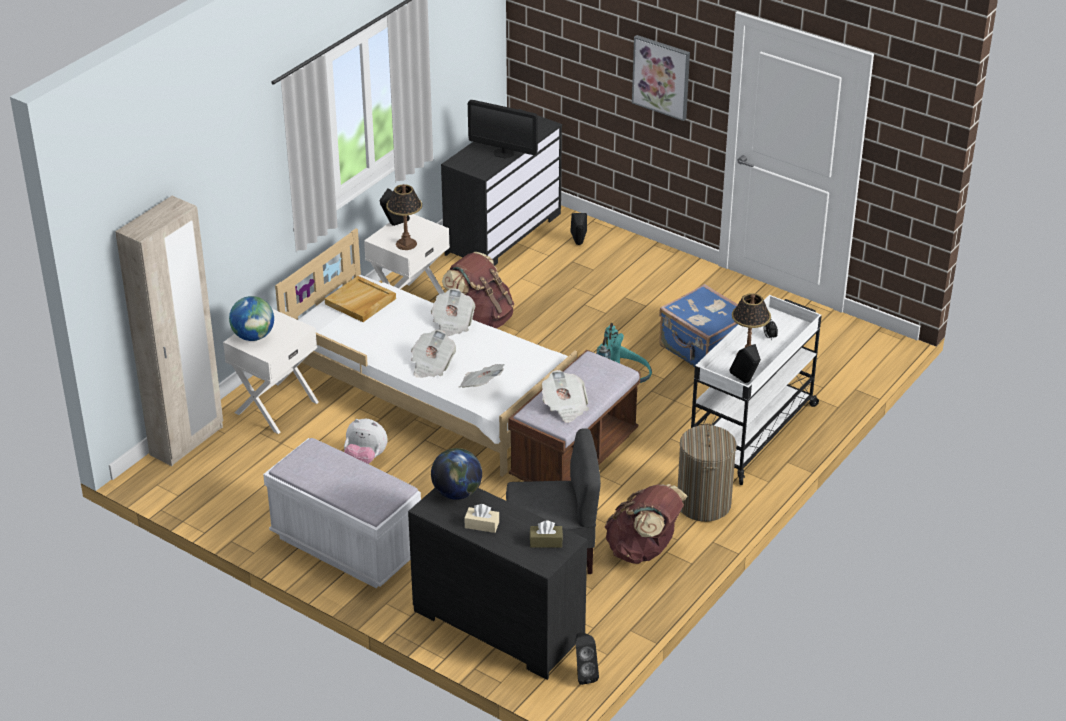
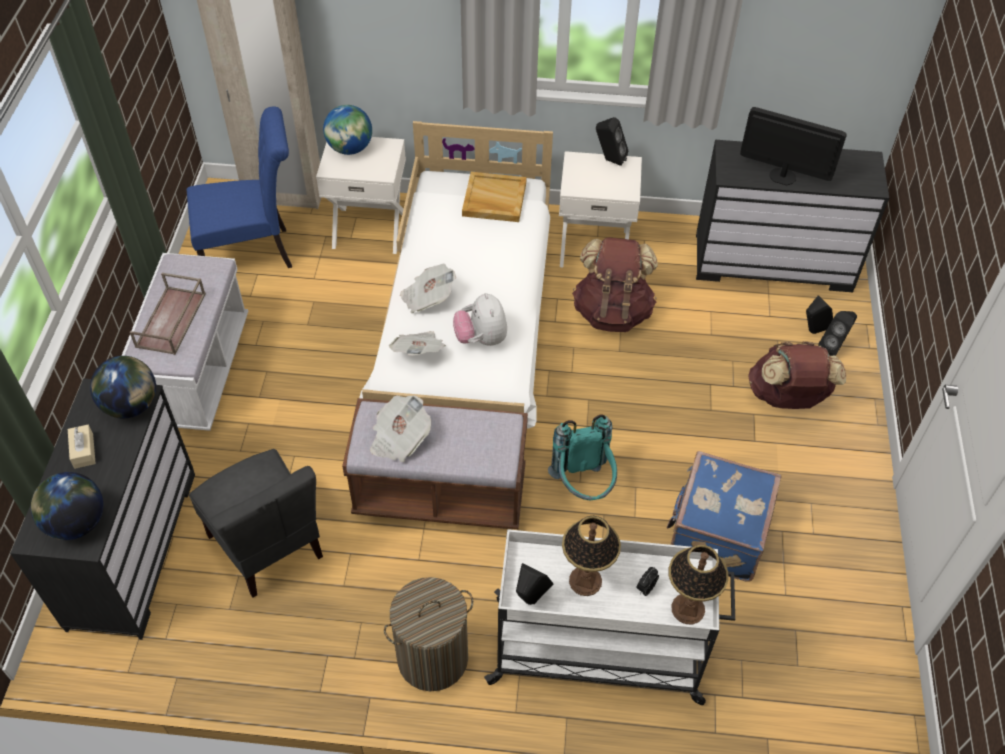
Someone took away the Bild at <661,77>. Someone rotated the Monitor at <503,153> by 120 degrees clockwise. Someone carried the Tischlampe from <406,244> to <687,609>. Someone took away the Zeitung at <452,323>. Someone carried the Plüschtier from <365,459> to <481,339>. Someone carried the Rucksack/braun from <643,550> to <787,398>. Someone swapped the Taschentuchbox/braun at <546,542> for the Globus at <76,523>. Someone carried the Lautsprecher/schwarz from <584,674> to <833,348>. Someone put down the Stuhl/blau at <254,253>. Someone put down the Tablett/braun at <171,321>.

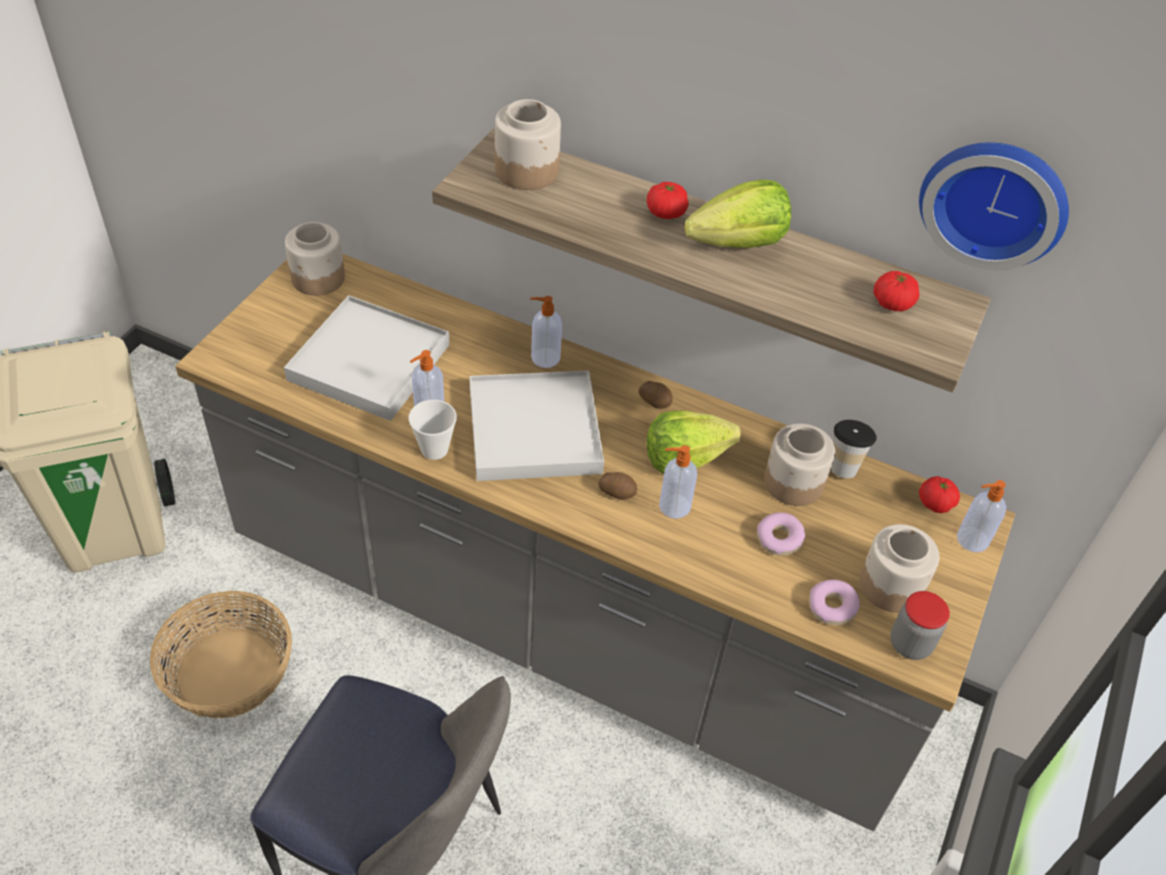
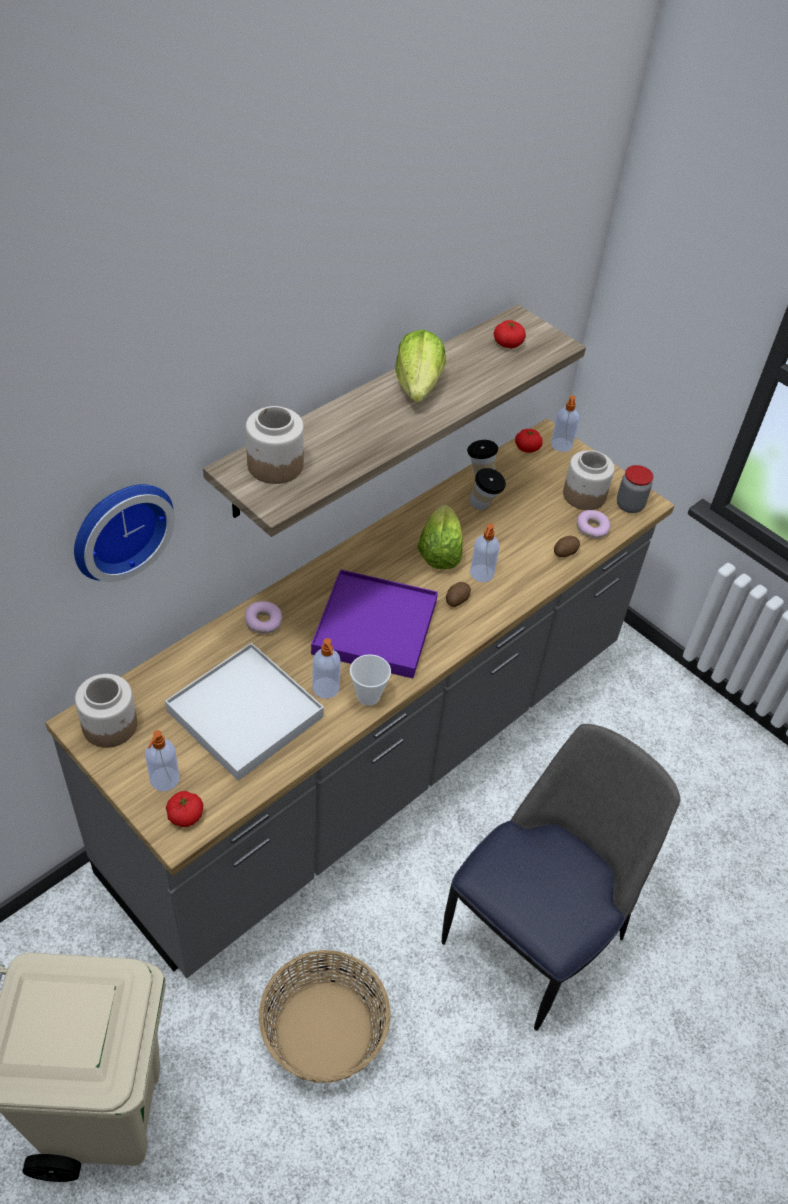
Someone carried the Wanduhr from <995,200> to <118,527>. Someone carried the Tomate from <666,213> to <185,815>. Someone carried the Seifenspender from <544,358> to <164,780>. Someone repainted the Tablett/weiß at <534,430>, which became the Tablett/lila at <374,627>. Someone carried the Kartoffel from <655,401> to <564,552>. Someone swapped the Vorratsglas at <793,483> for the Tasse at <484,506>. Someone carried the Donut from <779,539> to <263,622>.

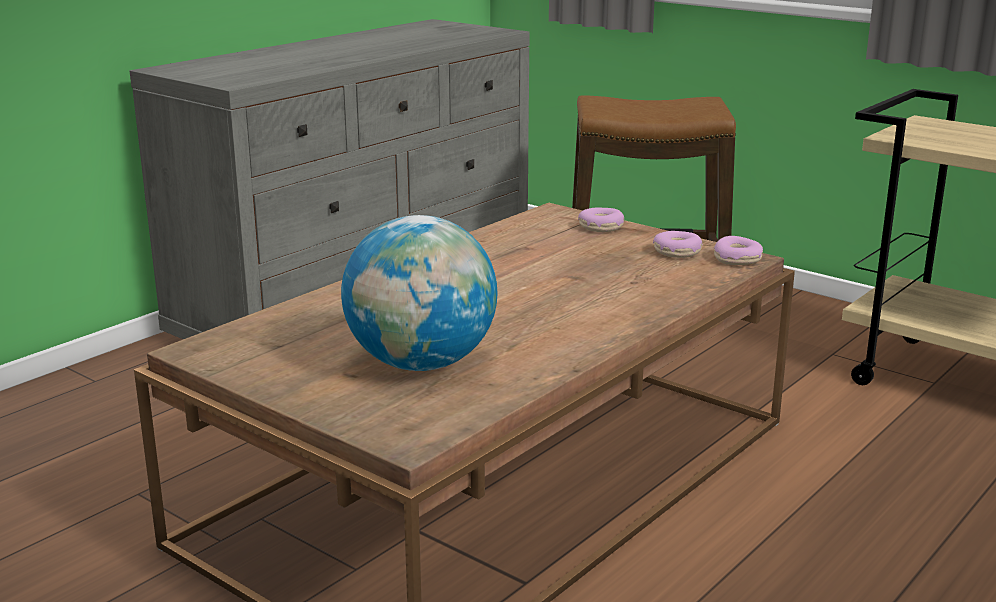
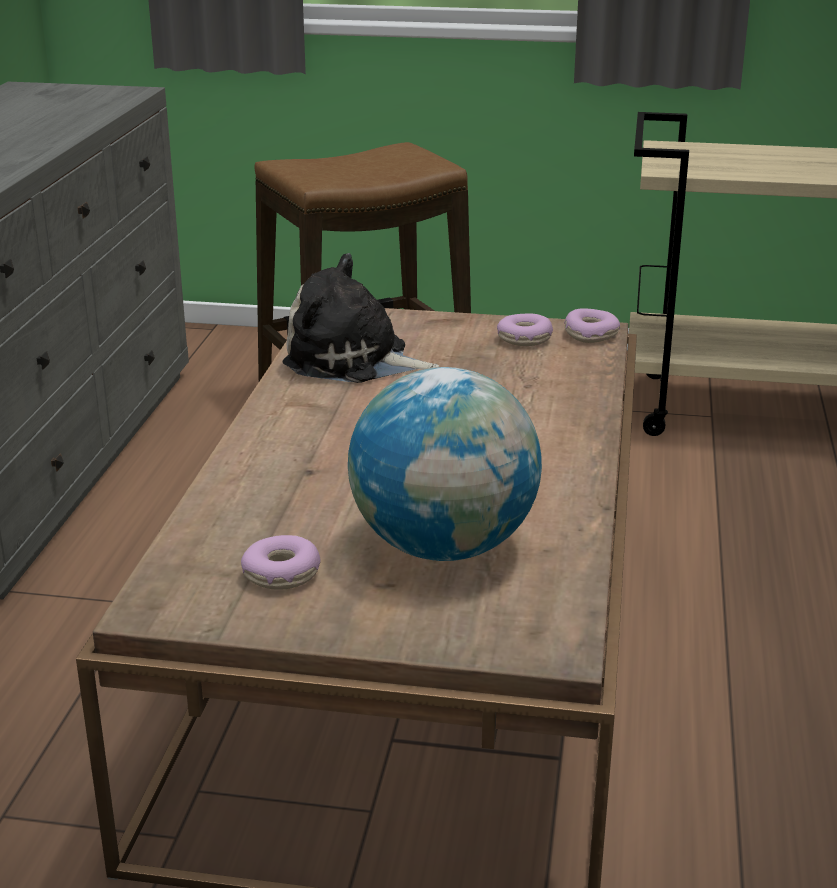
Someone carried the Donut from <601,227> to <282,574>. Someone put down the Plüschtier at <353,360>.

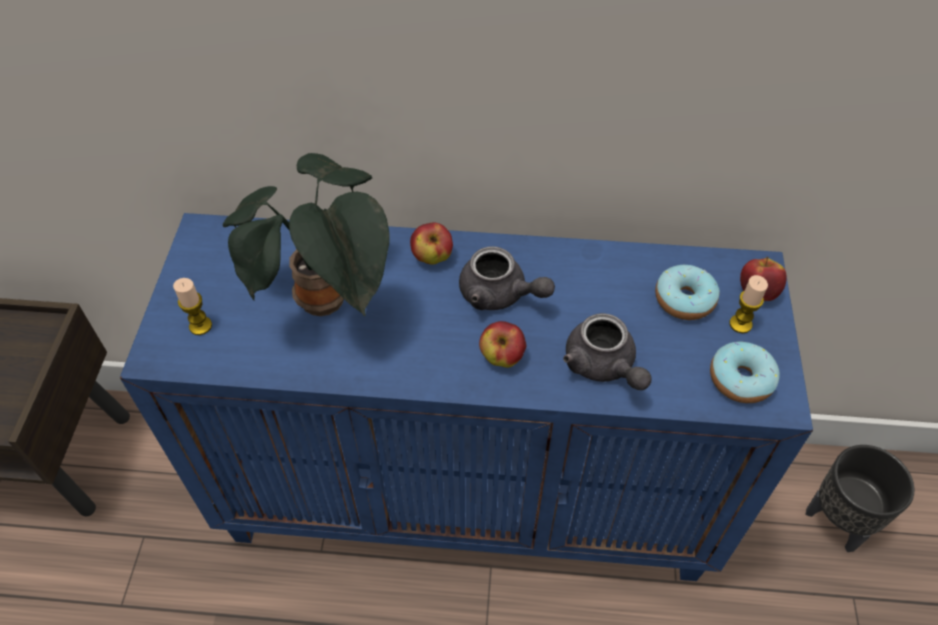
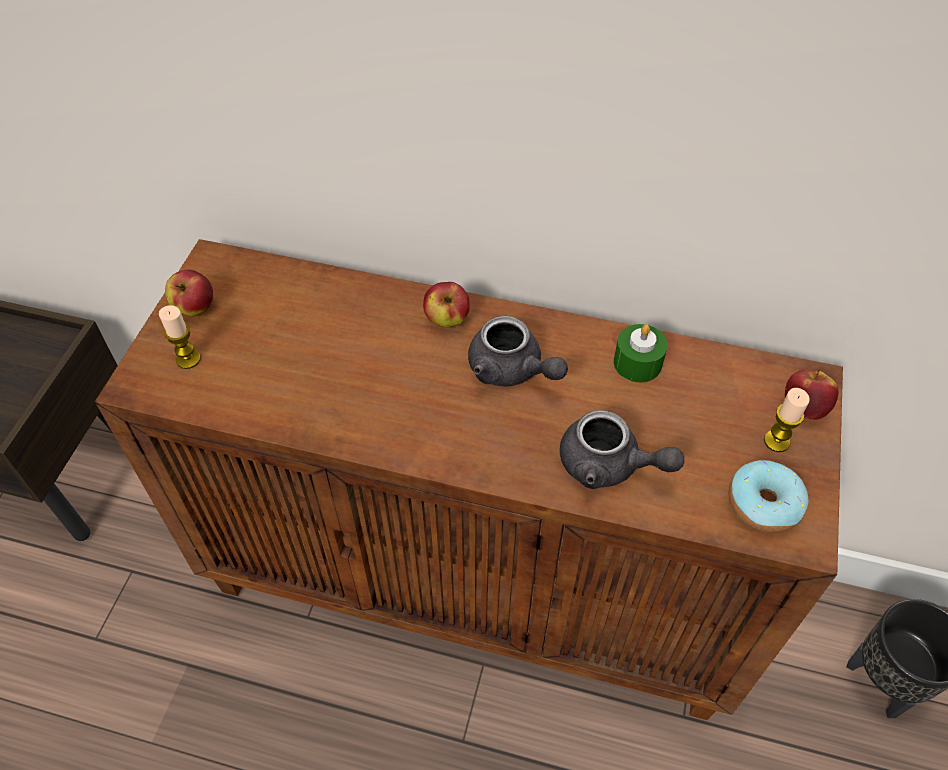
Someone took away the Topfpflanze at <326,304>. Someone repainted the Schrank/blau at <472,494>, which became the Schrank/braun at <478,582>. Someone took away the Donut at <684,300>. Someone rotated the Teekanne/grau at <603,366> by 45 degrees counterclockwise. Someone carried the Apfel from <502,357> to <195,308>. Someone put down the Kerze/grün at <637,363>.

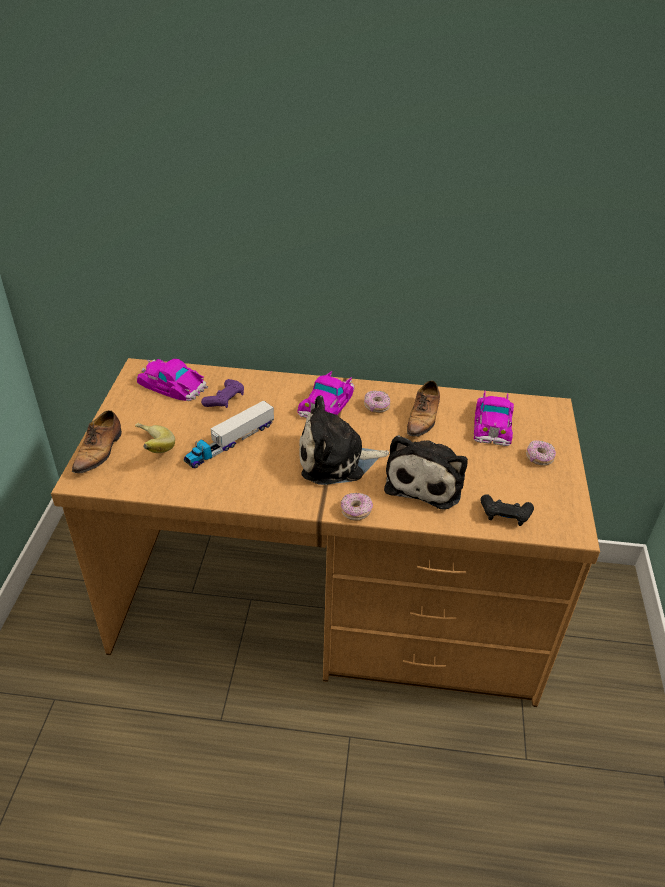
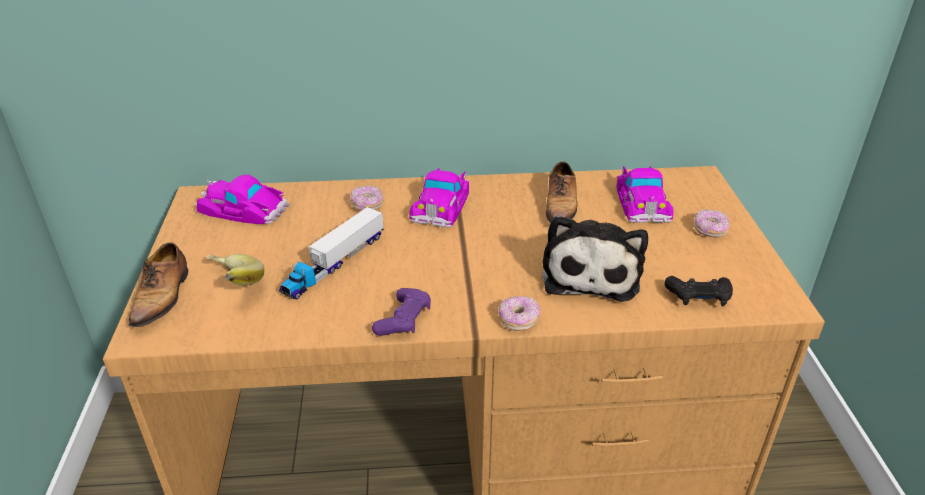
Someone carried the Gamepad/lila from <225,399> to <404,320>. Someone carried the Donut from <376,406> to <367,205>. Someone took away the Plüschtier at <336,460>.

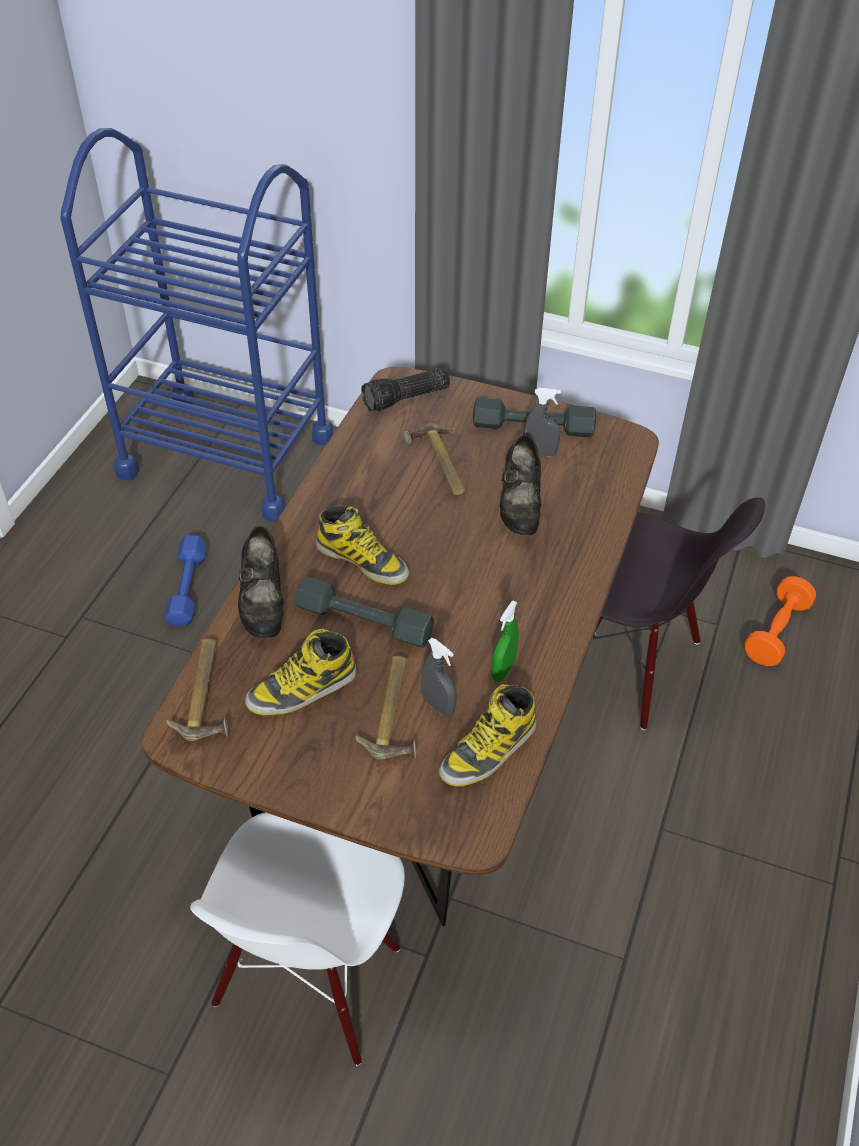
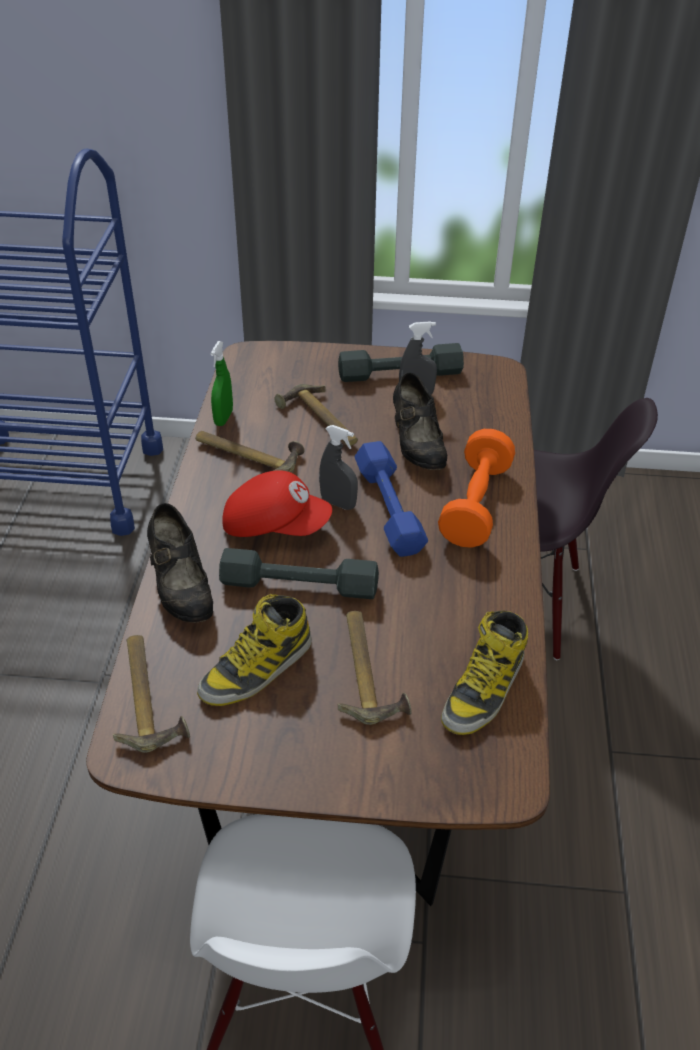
Someone took away the Taschenlampe at <406,399>. Someone swapped the Stiefel at <363,560> for the Kappe/rot at <275,525>. Someone carried the Hantel/blau from <187,587> to <389,508>. Someone carried the Hantel/orange from <776,632> to <475,505>. Someone carried the Sprühflasche/grün from <503,669> to <223,418>. Someone carried the Sprühflasche/grau from <438,705> to <338,503>. Someone put down the Hammer at <248,455>.

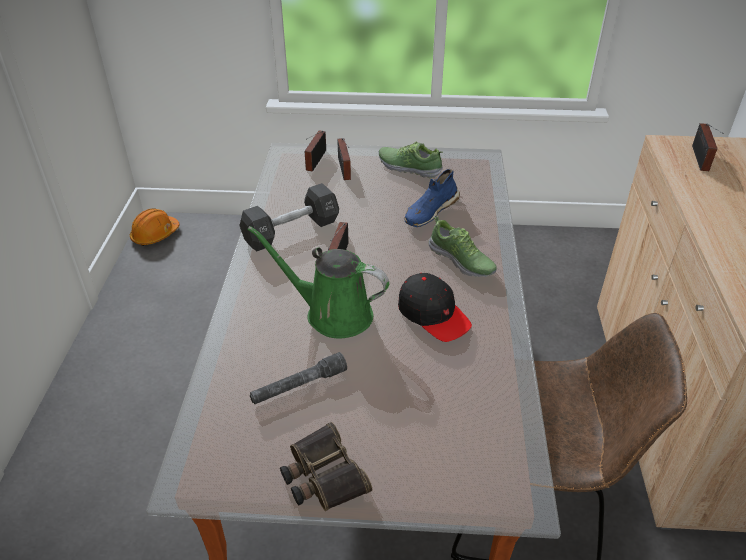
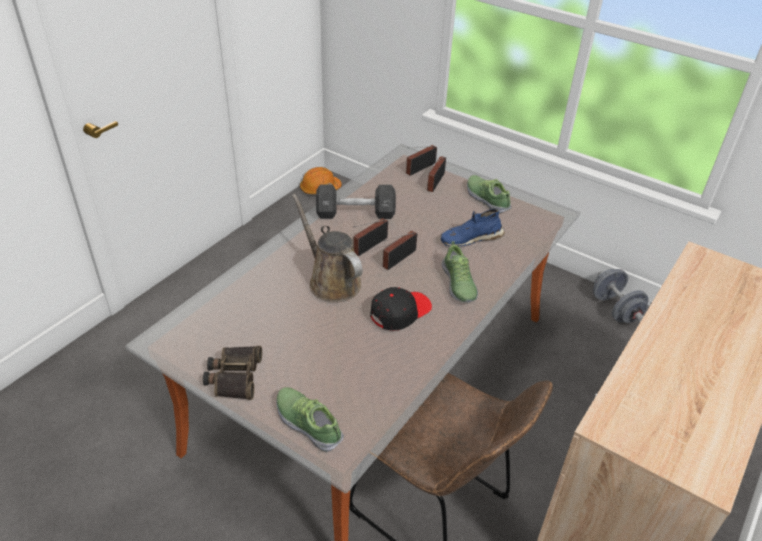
Someone carried the Radio from <700,159> to <397,259>. Someone repainted the Gießkanne/grün at <332,313>, which became the Gießkanne/braun at <331,281>. Someone rotated the Kappe/schwarz at <433,314> by 120 degrees counterclockwise. Someone took away the Taschenlampe/grau at <299,386>. Someone put down the Hantel/grau at <615,309>. Someone put down the Schuh at <308,423>.

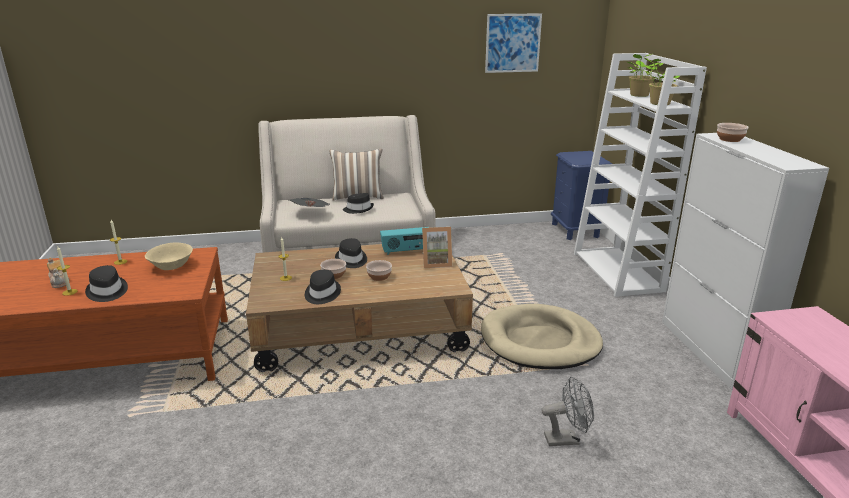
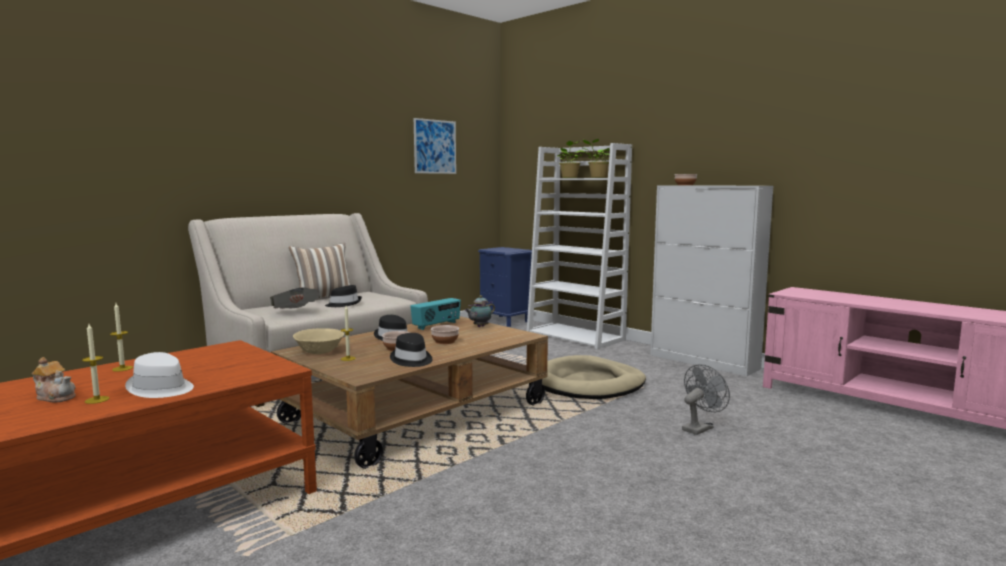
Someone swapped the Bilderrahmen at <436,263> for the Teekanne at <479,327>. Someone carried the Schüssel/beige from <171,266> to <318,351>. Someone repainted the Hut/schwarz at <107,291>, which became the Hut/weiß at <161,389>.

